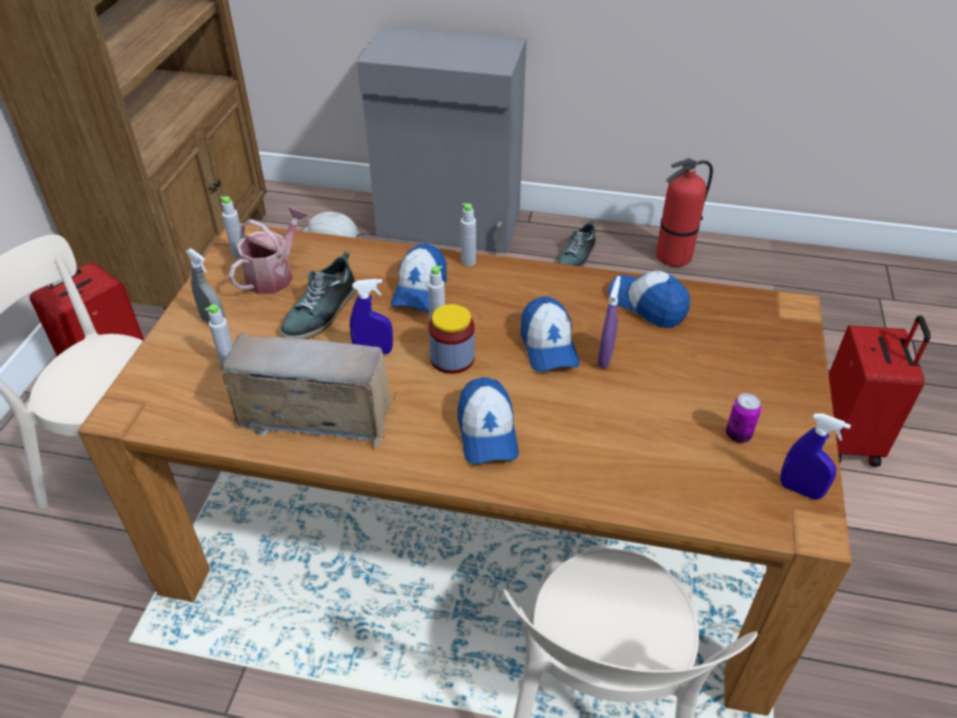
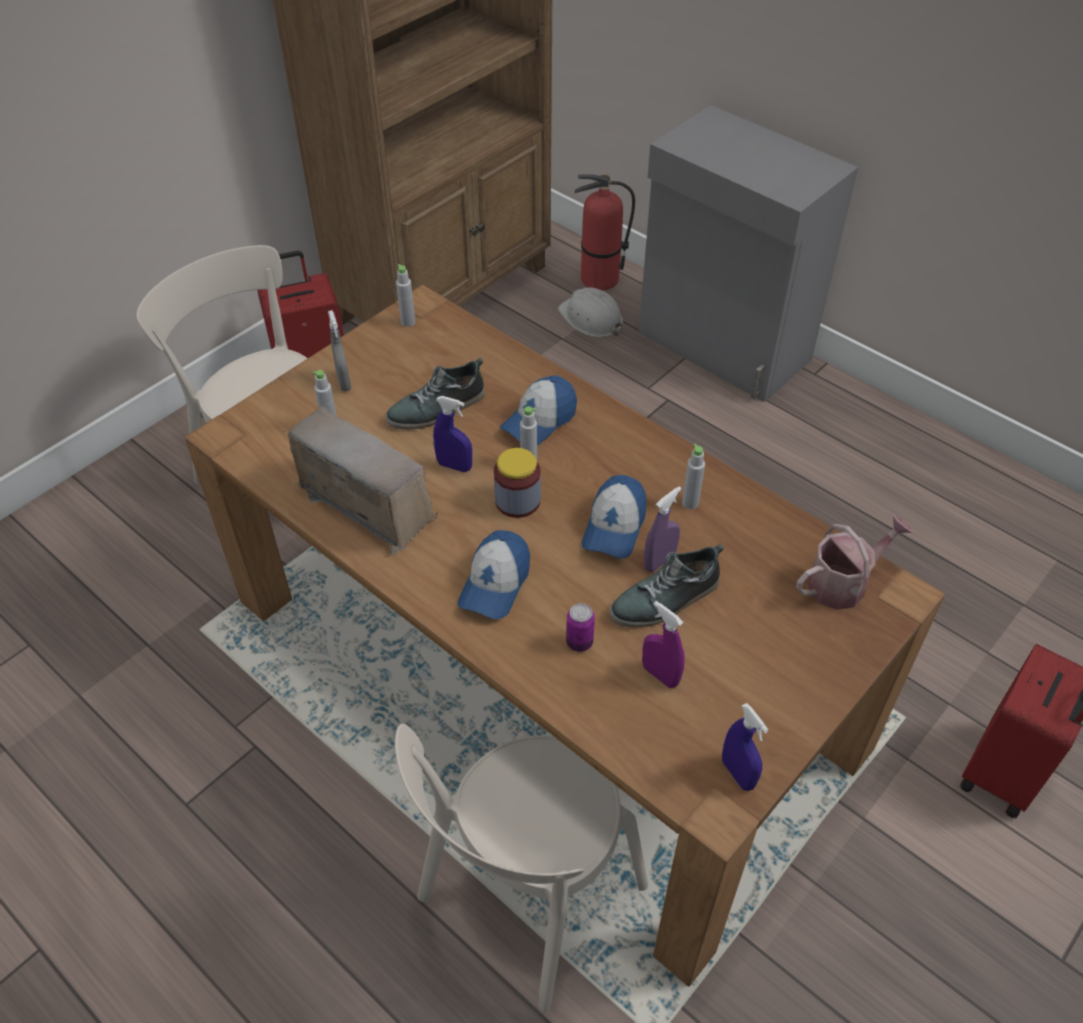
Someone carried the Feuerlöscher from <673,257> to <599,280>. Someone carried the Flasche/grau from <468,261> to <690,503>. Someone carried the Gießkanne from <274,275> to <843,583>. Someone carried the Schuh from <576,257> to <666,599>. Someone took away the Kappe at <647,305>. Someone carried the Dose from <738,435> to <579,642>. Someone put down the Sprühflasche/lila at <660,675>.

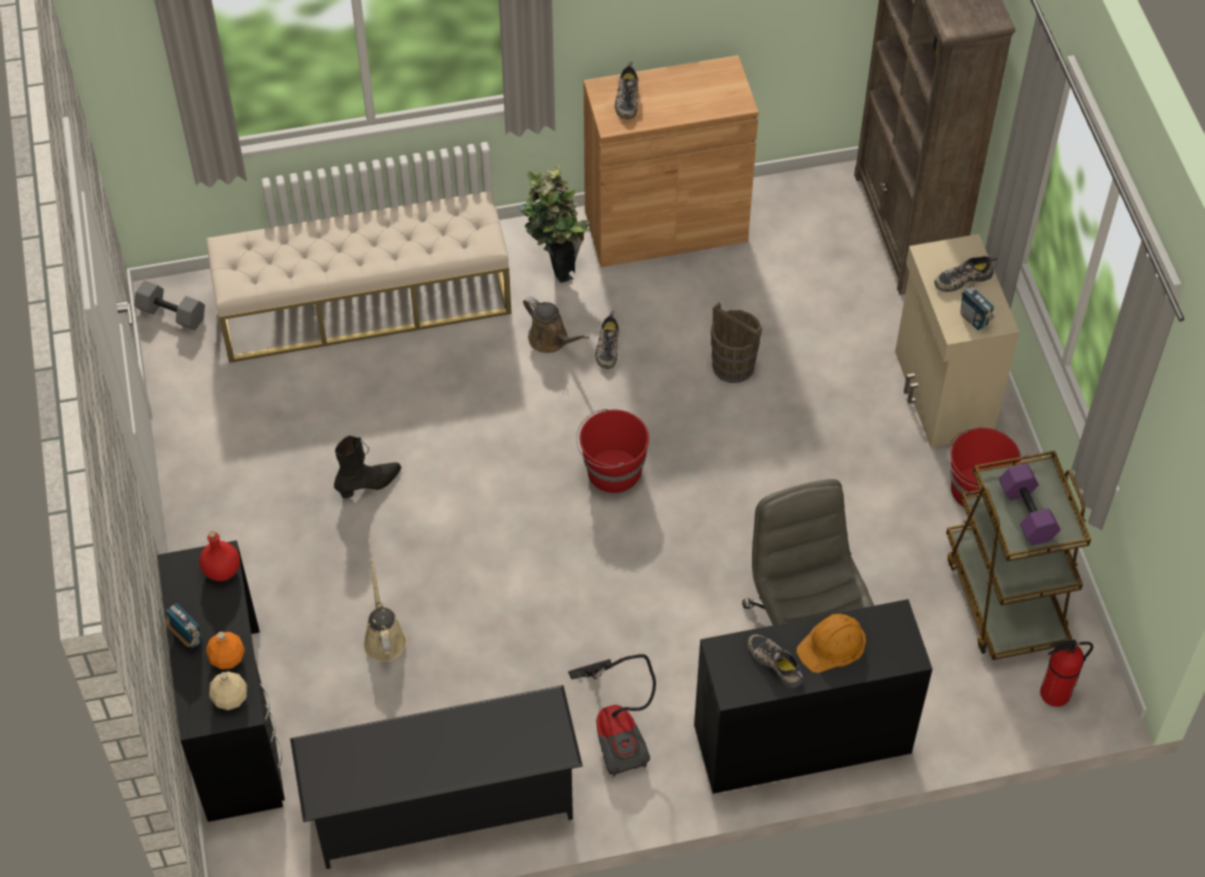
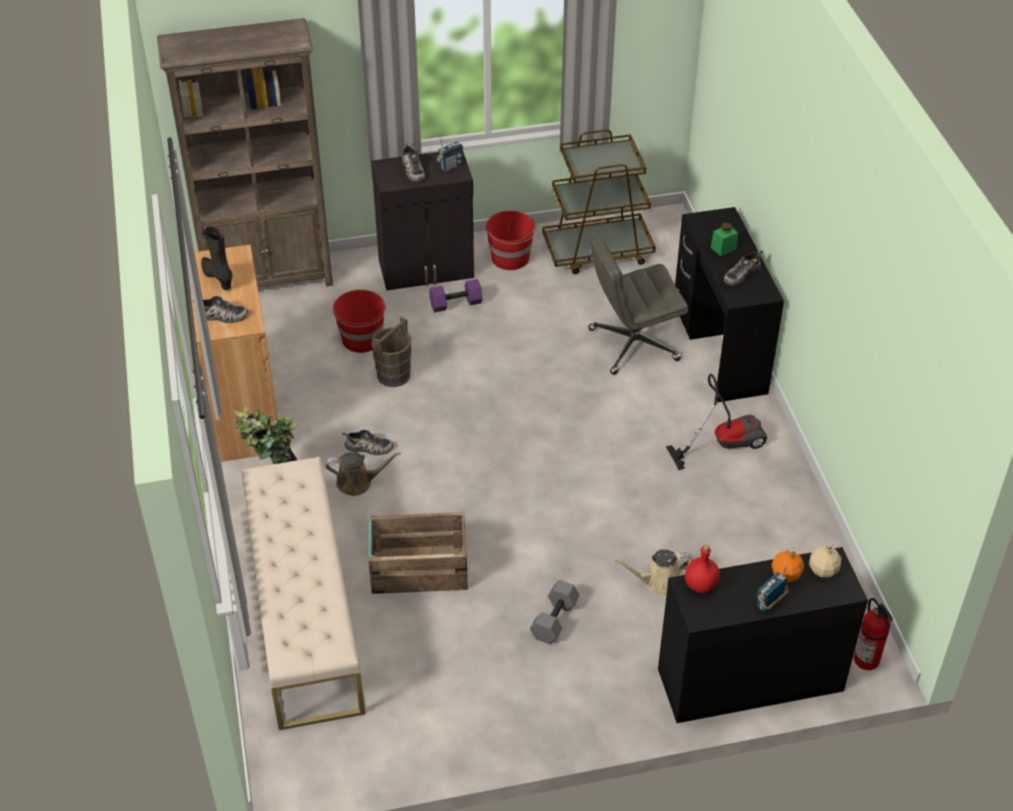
Someone repainted the Schrank/beige at <941,394>, which became the Schrank/schwarz at <427,269>. Someone carried the Hantel/grau from <173,313> to <553,619>. Someone rotated the Gießkanne/braun at <551,339> by 45 degrees clockwise. Someone carried the Eimer/rot from <612,471> to <362,339>. Someone carried the Stiefel/schwarz from <369,484> to <217,277>. Someone carried the Hantel/lila from <1025,513> to <455,304>. Someone swapped the Schutzhelm/orange at <832,645> for the Vorratsglas/grün at <723,248>. Someone carried the Feuerlöscher from <1054,694> to <867,660>. Someone took away the Schuhregal/schwarz at <442,806>. Someone put down the Kiste at <417,569>.

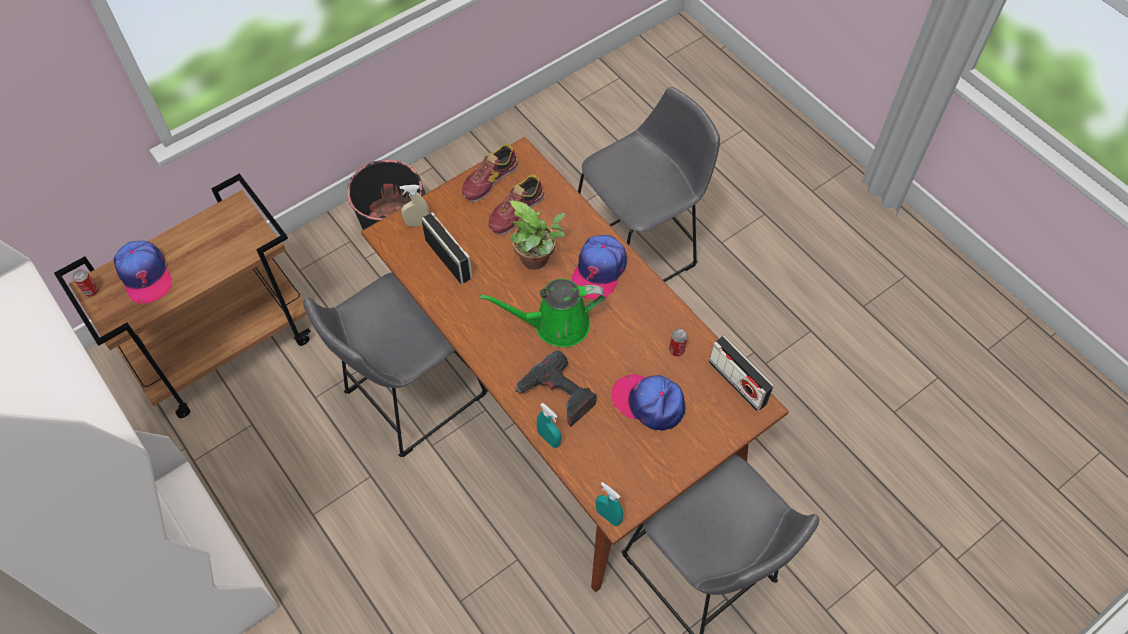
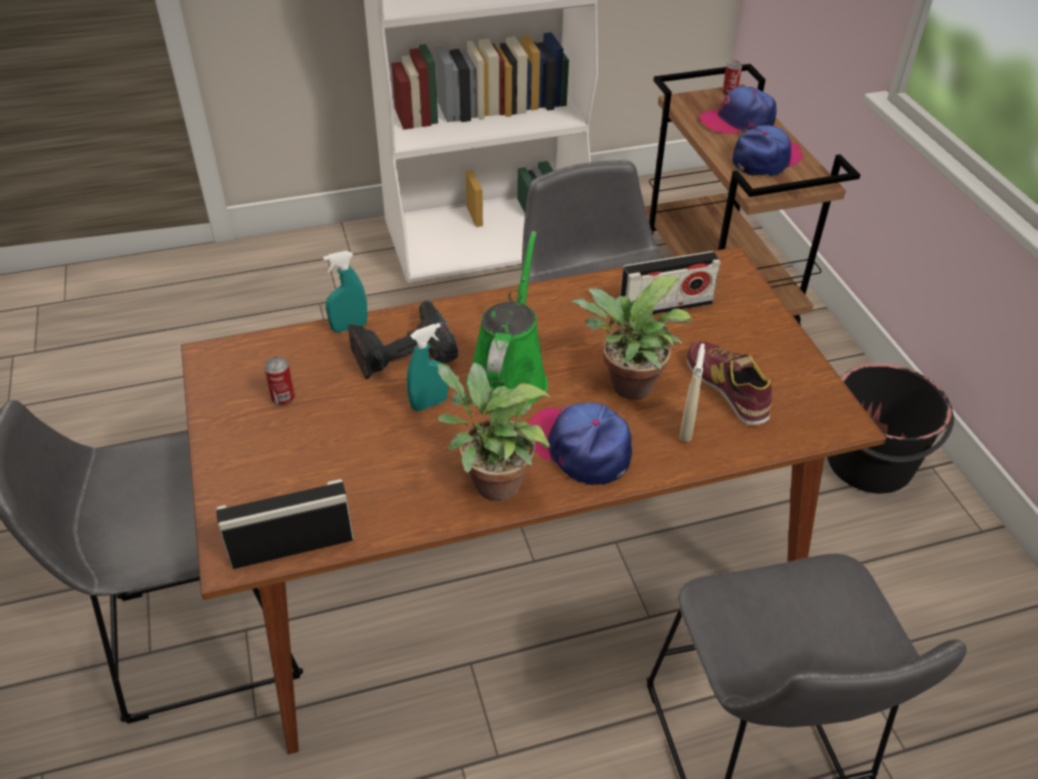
Someone took away the Schuh at <490,179>. Someone carried the Sprühflasche/beige from <417,223> to <686,429>. Someone carried the Dose from <676,350> to <283,398>. Someone carried the Kappe from <649,403> to <766,159>. Someone carried the Sprühflasche/türkis from <608,516> to <429,403>. Someone put down the Topfpflanze at <490,482>.

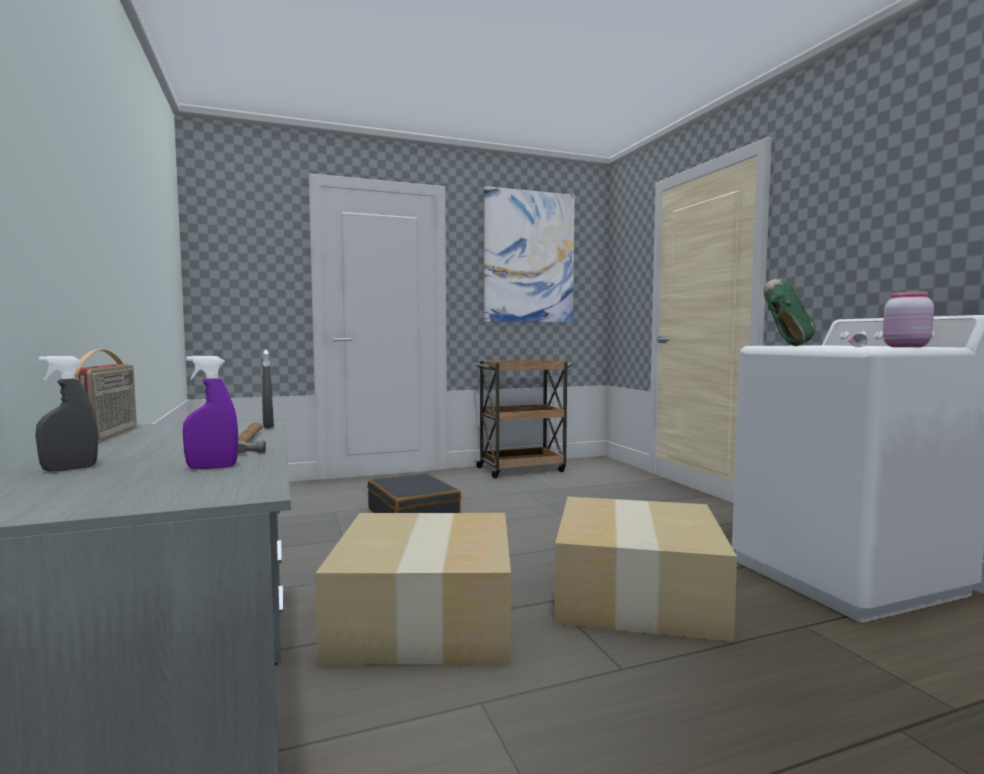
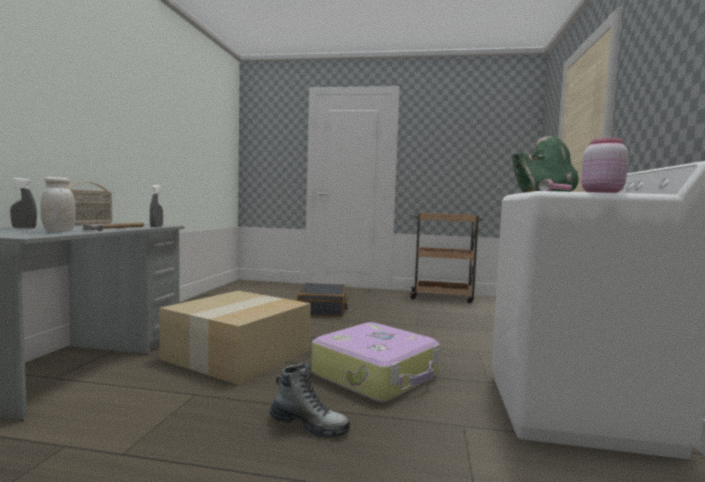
Someone took away the Bild at <528,257>. Someone swapped the Sprühflasche/lila at <212,467> for the Vorratsglas/weiß at <59,231>. Someone swapped the Karton at <634,592> for the Koffer at <376,375>. Someone put down the Stiefel at <309,425>.

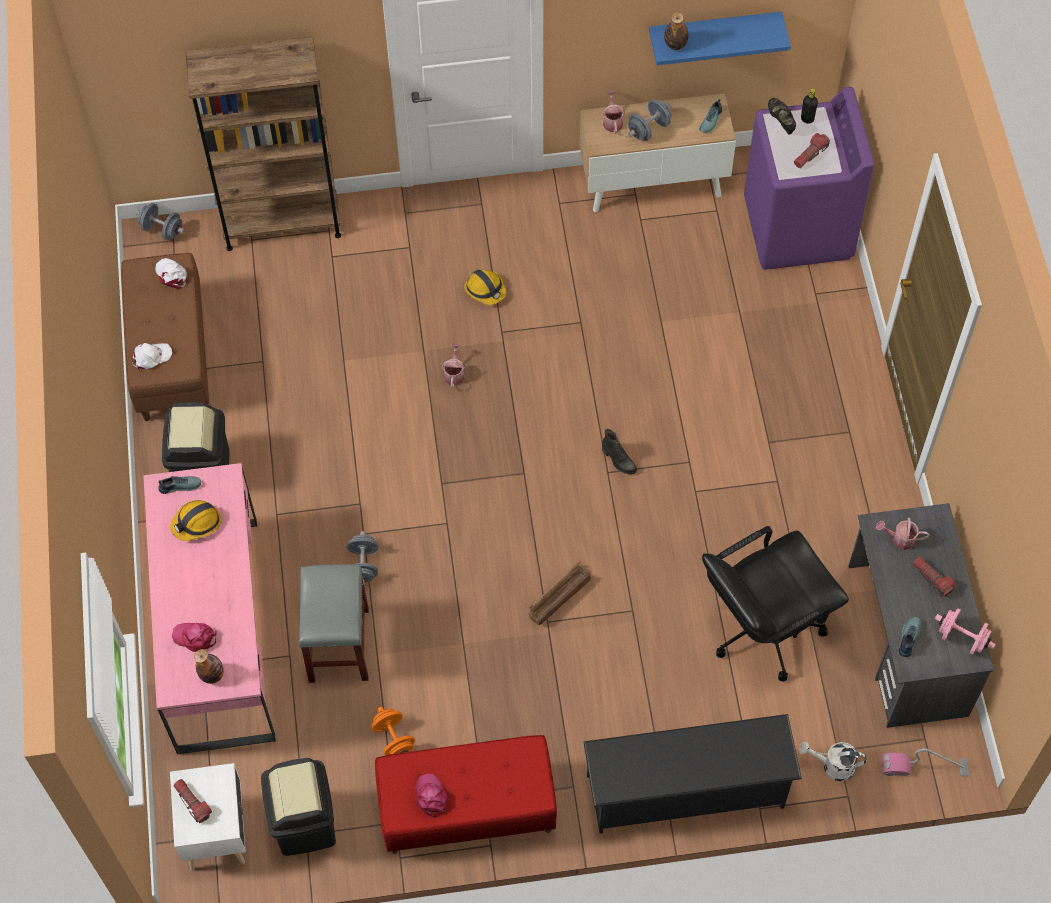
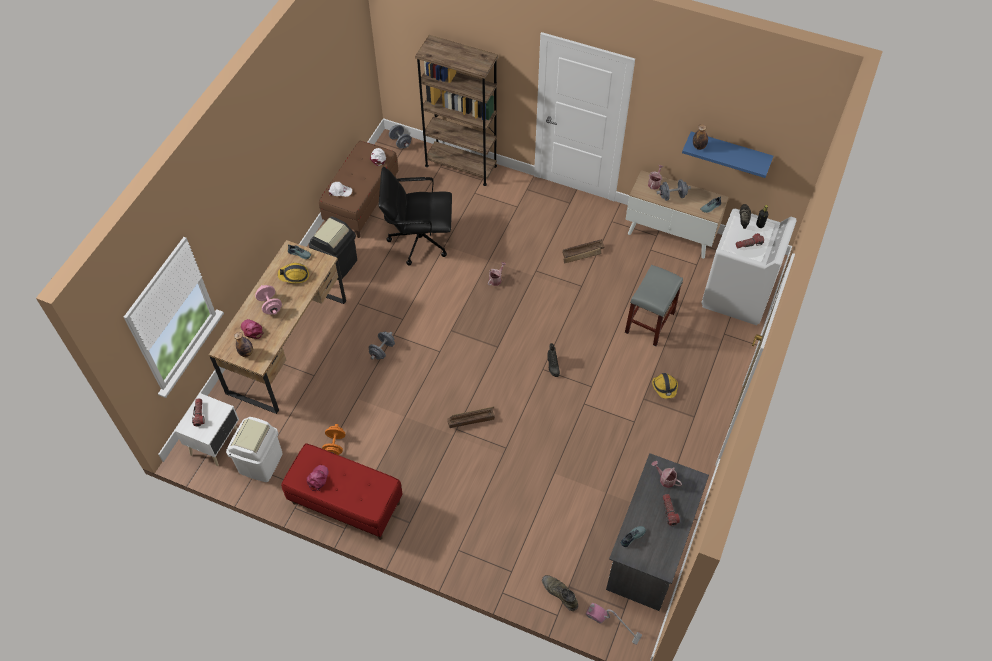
Someone repainted the Waschmaschine/lila at <798,228>, which became the Waschmaschine/weiß at <737,295>. Someone carried the Schutzhelm from <485,290> to <665,387>. Someone repainted the Schreibtisch/rosa at <218,633>, which became the Schreibtisch/braun at <287,346>. Someone carried the Bürostuhl/schwarz from <764,627> to <419,240>. Someone carried the Hocker/grau from <339,646> to <650,323>. Someone carried the Hantel/rosa from <962,638> to <270,305>. Someone took away the Schuhregal/schwarz at <686,791>. Someone swapped the Gießkanne/weiß at <832,766> for the Stiefel/grün at <560,593>. Someone repainted the Mülleimer/schwarz at <305,823>, which became the Mülleimer/weiß at <261,463>. Someone put down the Kiste at <583,253>.

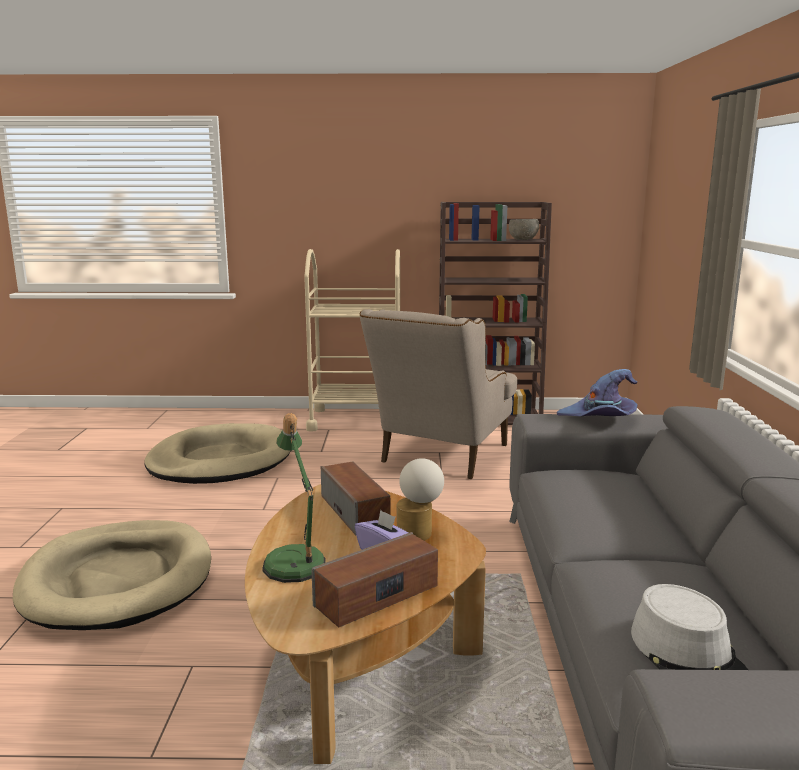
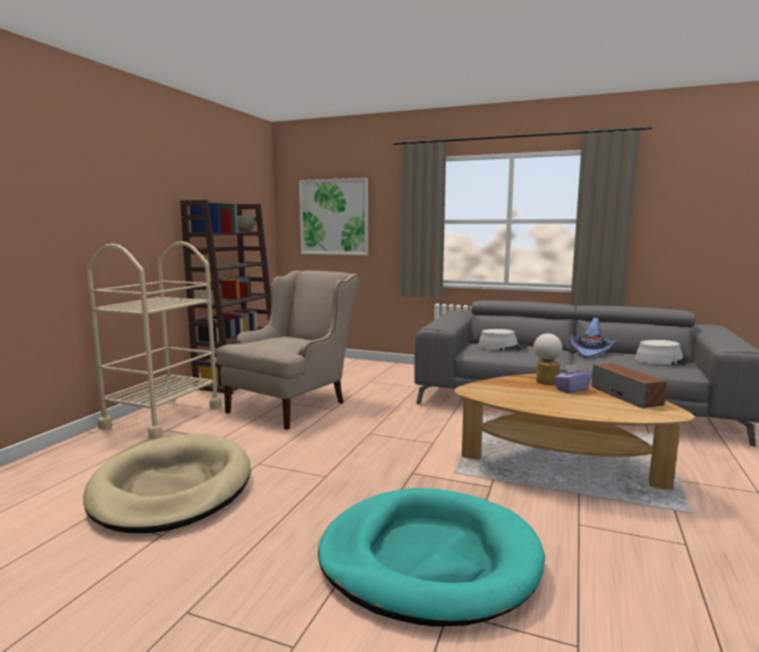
Someone rotated the Sessel/beige at <439,458> by 105 degrees counterclockwise. Someone carried the Hut/lila from <599,417> to <591,352>. Someone took away the Tischlampe at <294,560>. Someone took away the Lautsprecher at <355,511>. Someone repainted the Hundebett/beige at <118,580>, which became the Hundebett/türkis at <428,559>. Someone put up the Bild at <334,217>. Someone put down the Hut/grau at <502,347>.

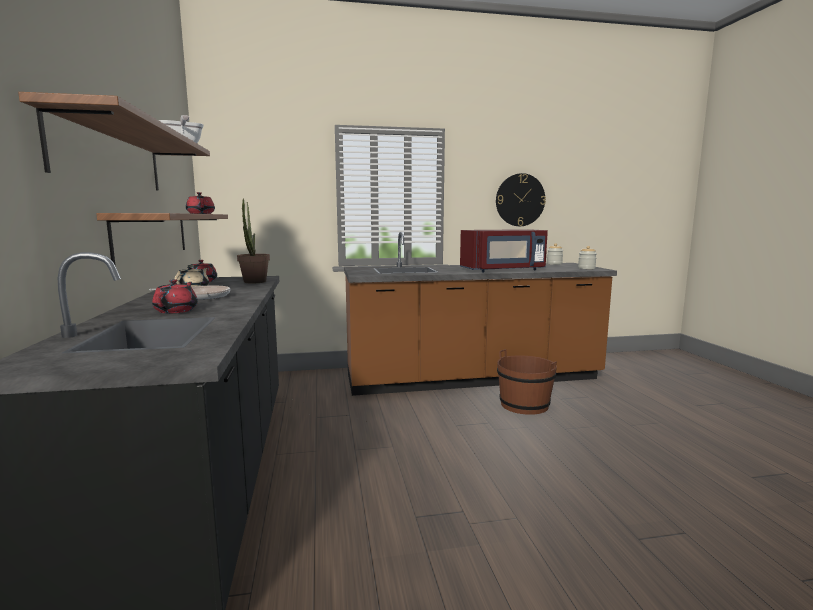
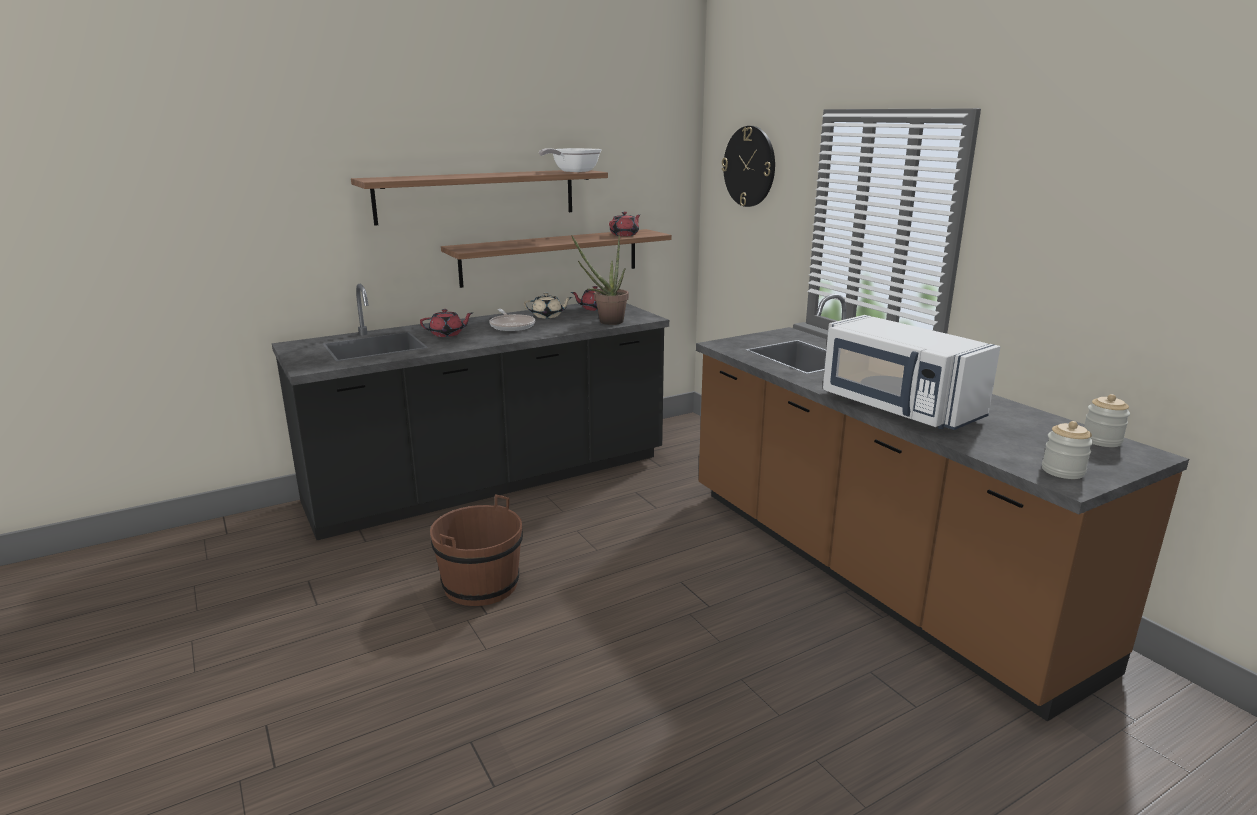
Someone carried the Wanduhr from <520,200> to <749,166>. Someone repainted the Mikrowelle/rot at <504,270>, which became the Mikrowelle/weiß at <897,407>. Someone carried the Eimer/braun from <524,405> to <481,585>.

